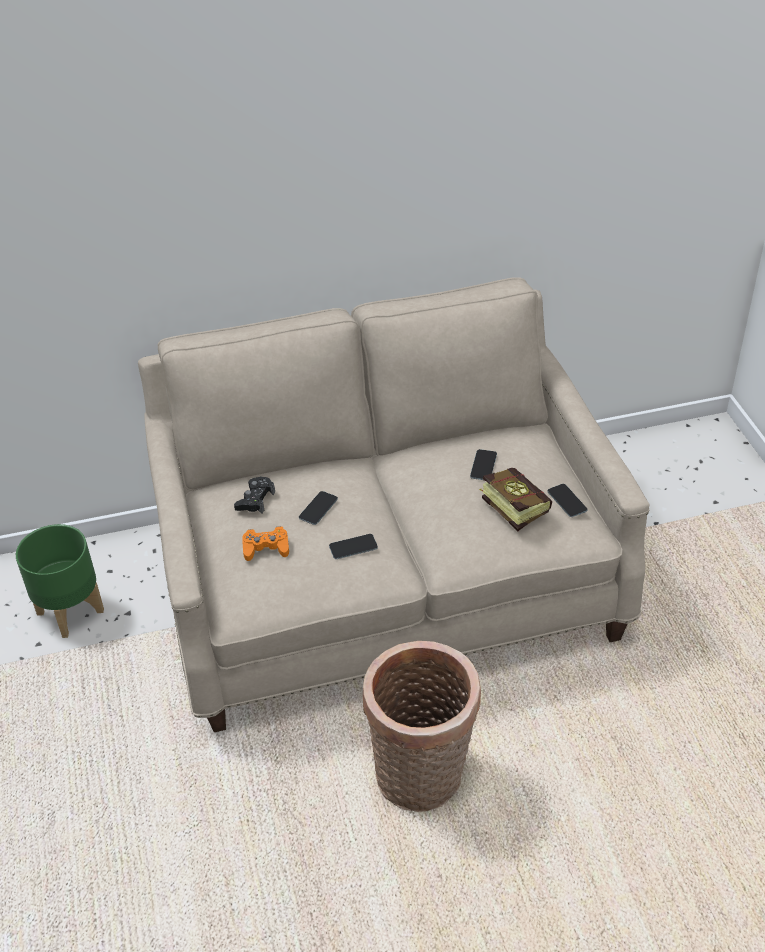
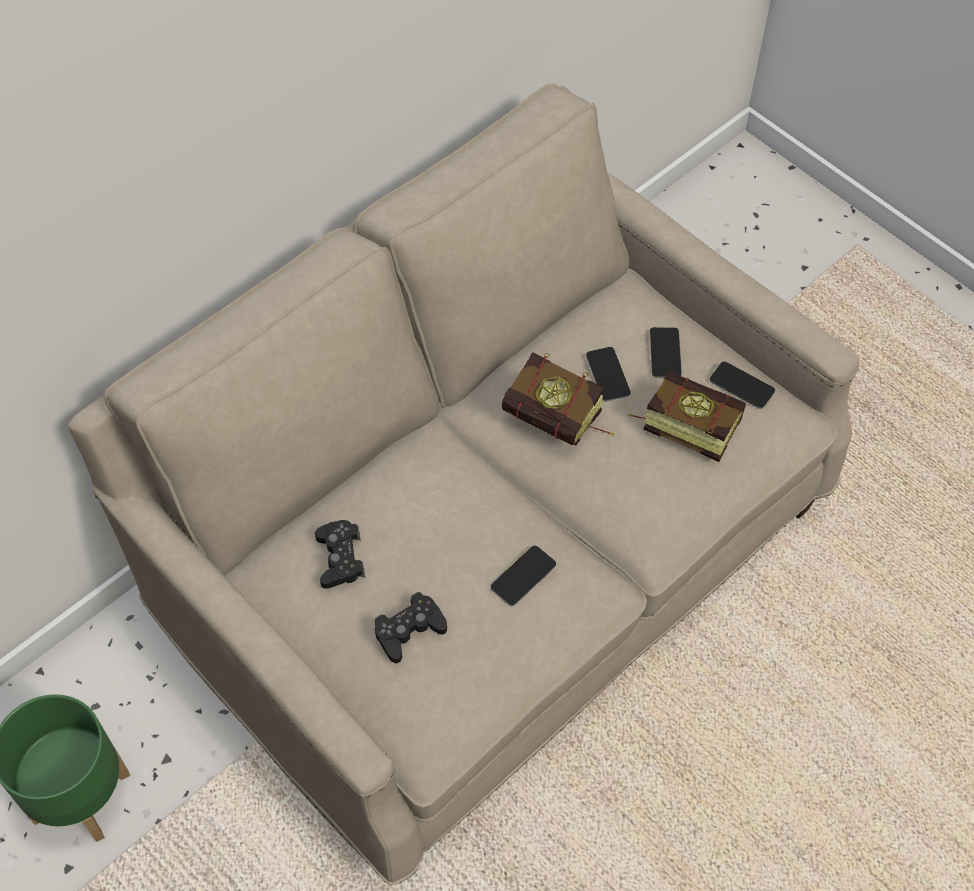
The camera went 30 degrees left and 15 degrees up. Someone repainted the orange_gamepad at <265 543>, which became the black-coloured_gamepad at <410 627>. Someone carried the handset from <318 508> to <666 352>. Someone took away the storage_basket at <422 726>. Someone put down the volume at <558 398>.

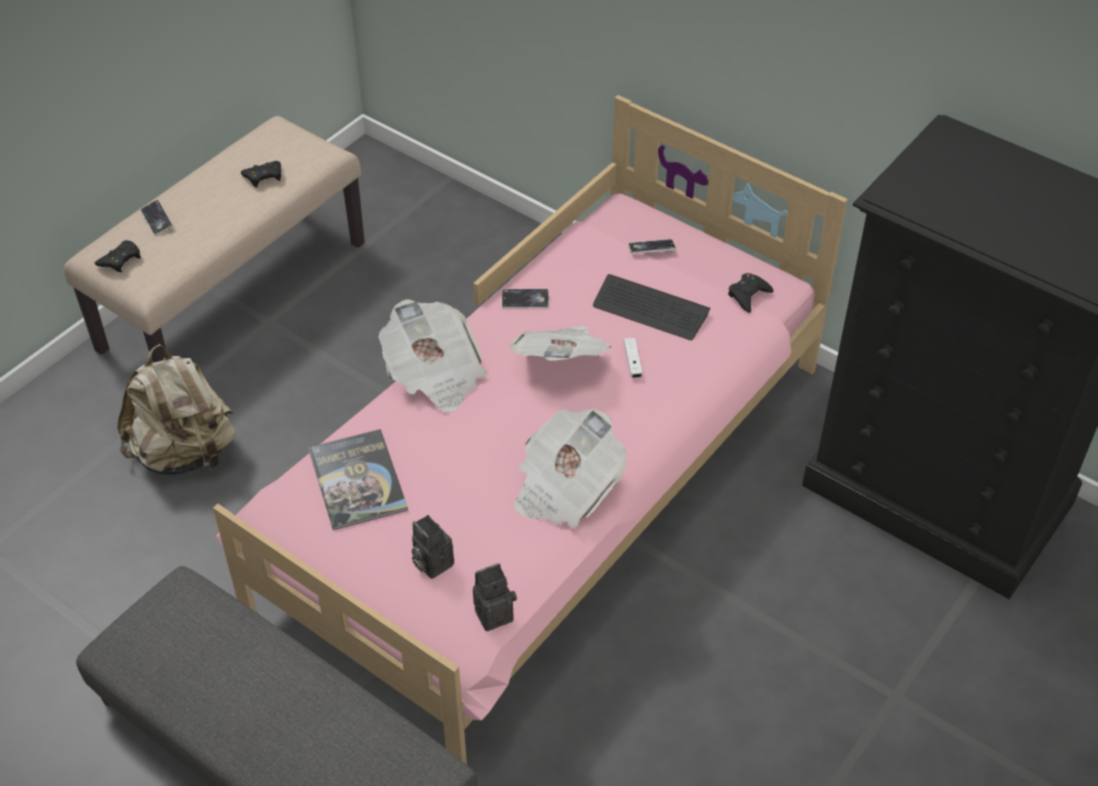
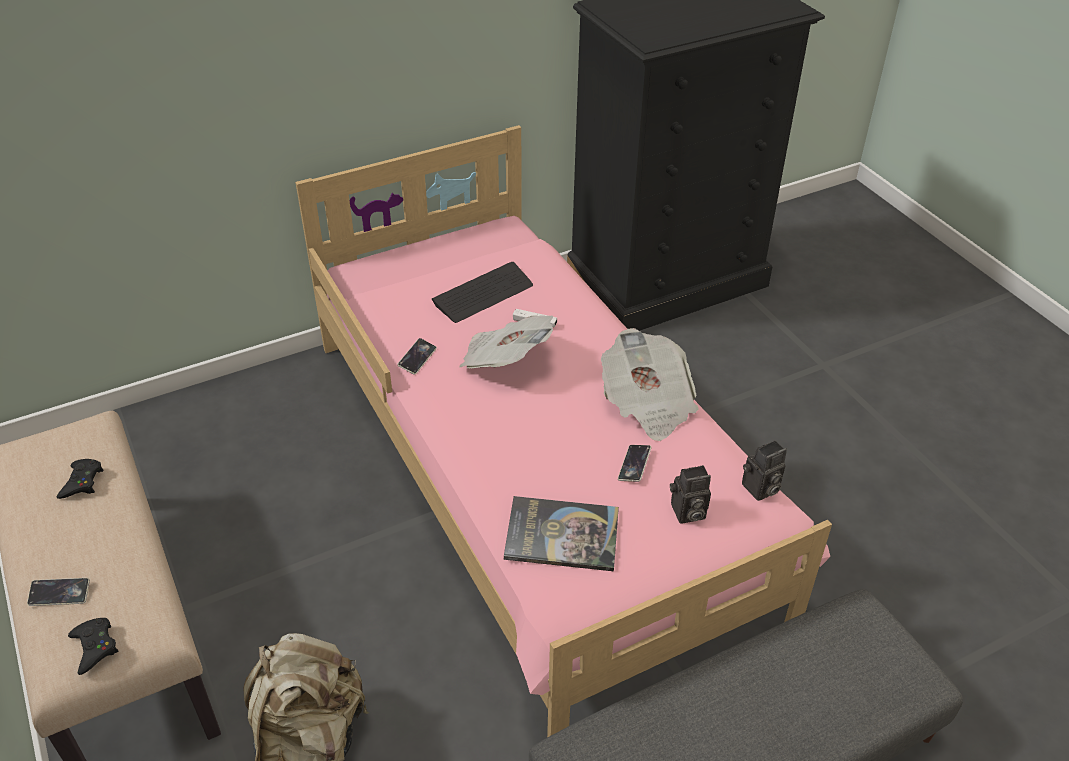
The camera went 65 degrees left and 5 degrees down. Someone took away the daily_paper at <432 356>. Someone rotated the still_camera at <495 597> by 120 degrees counterclockwise. Someone carried the handset from <652 246> to <634 463>. Someone took away the black-coloured_gamepad at <751 293>.

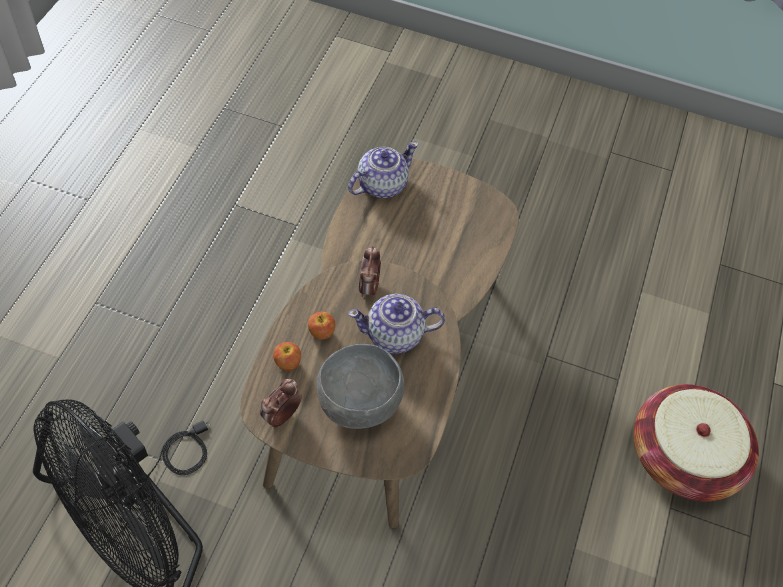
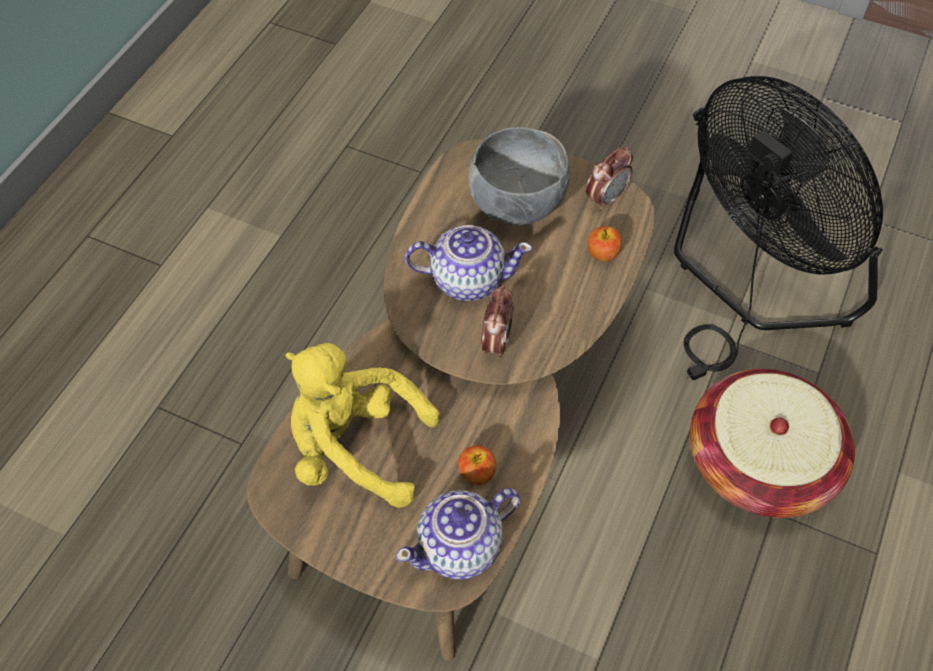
The camera went 170 degrees left and 0 degrees up. Someone carried the apple from <321 325> to <477 465>. Someone carried the storage_basket from <696 442> to <772 443>. Someone put down the yellow-coloured_soft_toy at <362 425>.

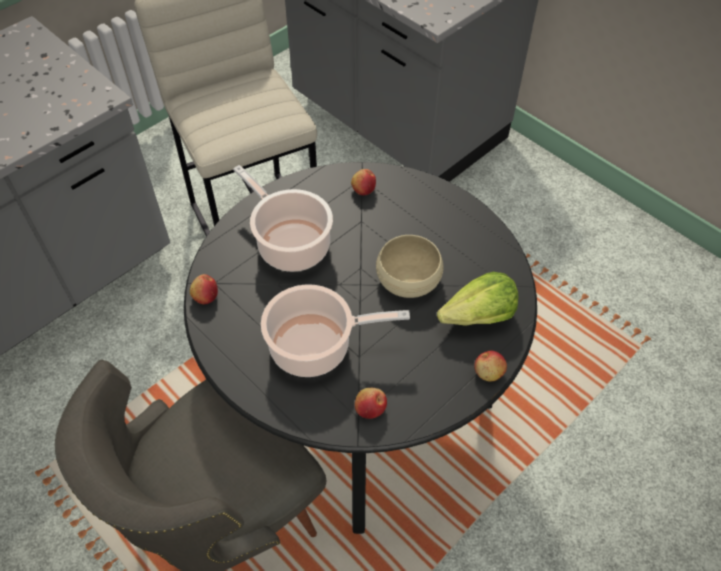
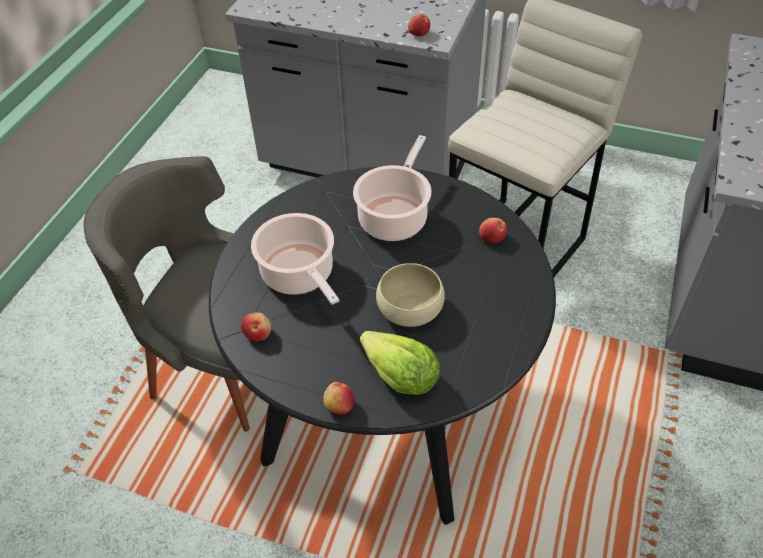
The camera went 65 degrees right and 5 degrees down. Someone carried the apple from <204 289> to <419 25>.

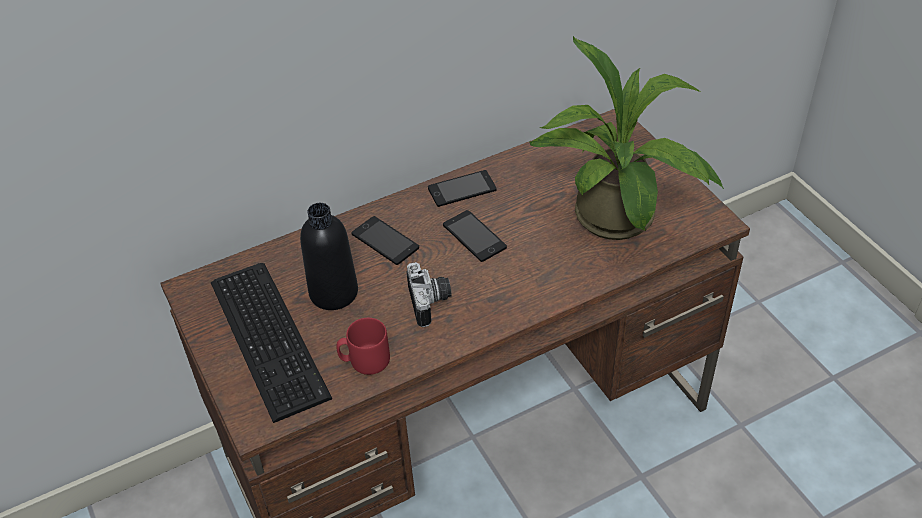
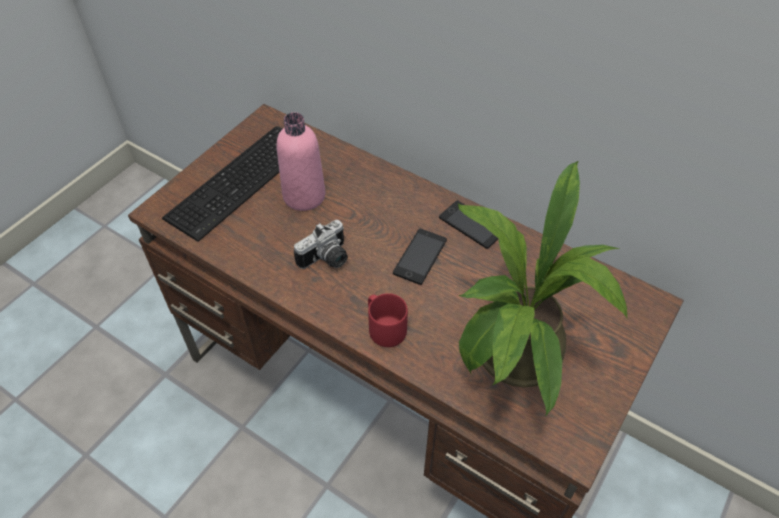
The camera went 60 degrees right and 5 degrees up. Someone repainted the black-coloured_beverage_bottle at <329 256>, which became the pink-coloured_beverage_bottle at <301 161>. Someone carried the red-coloured_tea_mug from <363 346> to <388 320>. Someone took away the handset at <385 240>.

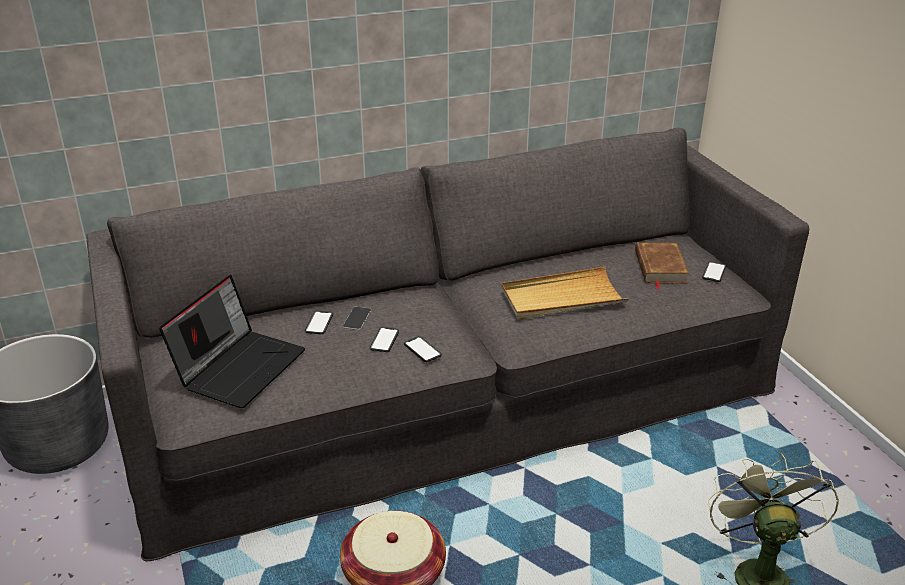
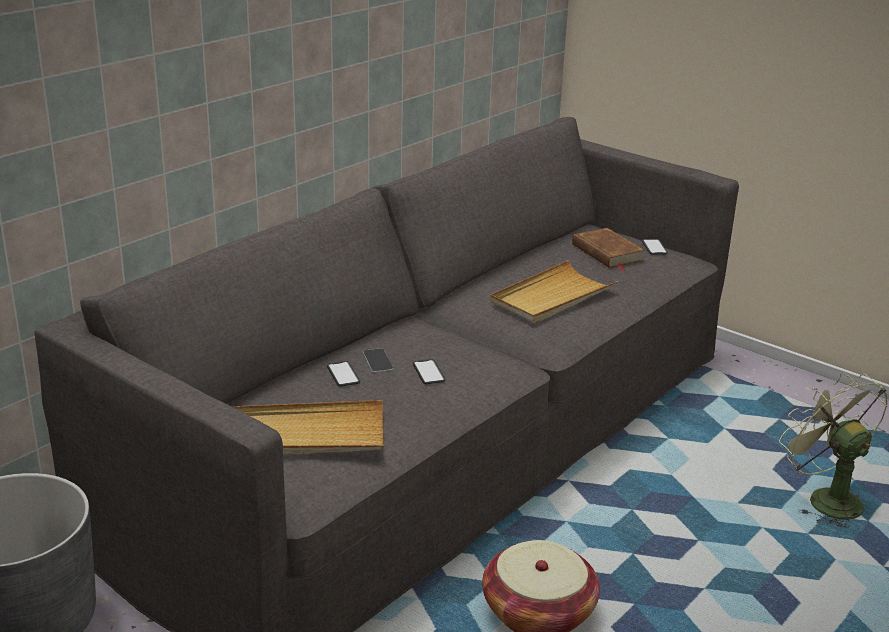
The camera went 30 degrees left and 5 degrees down. Someone swapped the portable_computer at <232 341> for the beige-coloured_serving_tray at <309 427>. Someone took away the handset at <423 349>.

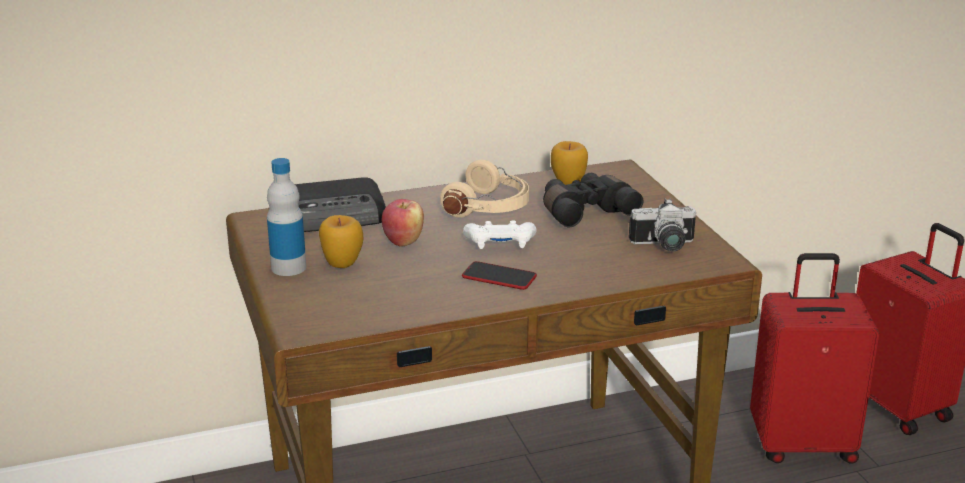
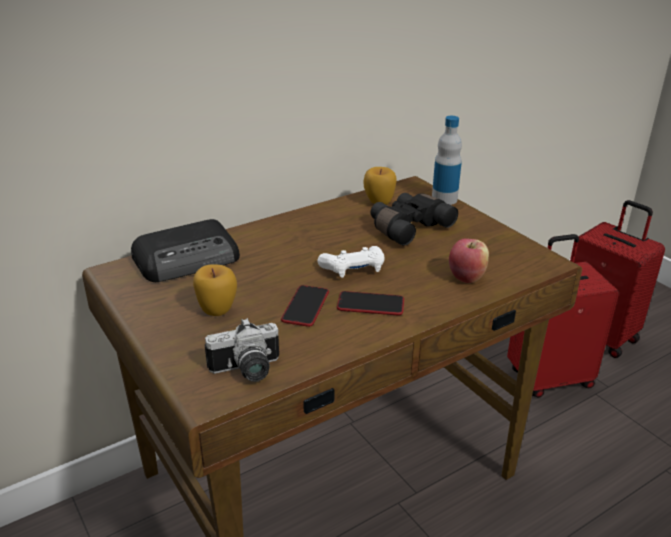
The camera went 15 degrees left and 5 degrees up. Someone carried the beverage_bottle from <286 217> to <447 160>. Someone carried the apple from <403 223> to <469 261>. Someone took away the beige-coloured_headphones at <484 189>. Someone carried the still_camera from <662 225> to <242 350>. Someone put down the handset at <305 306>.

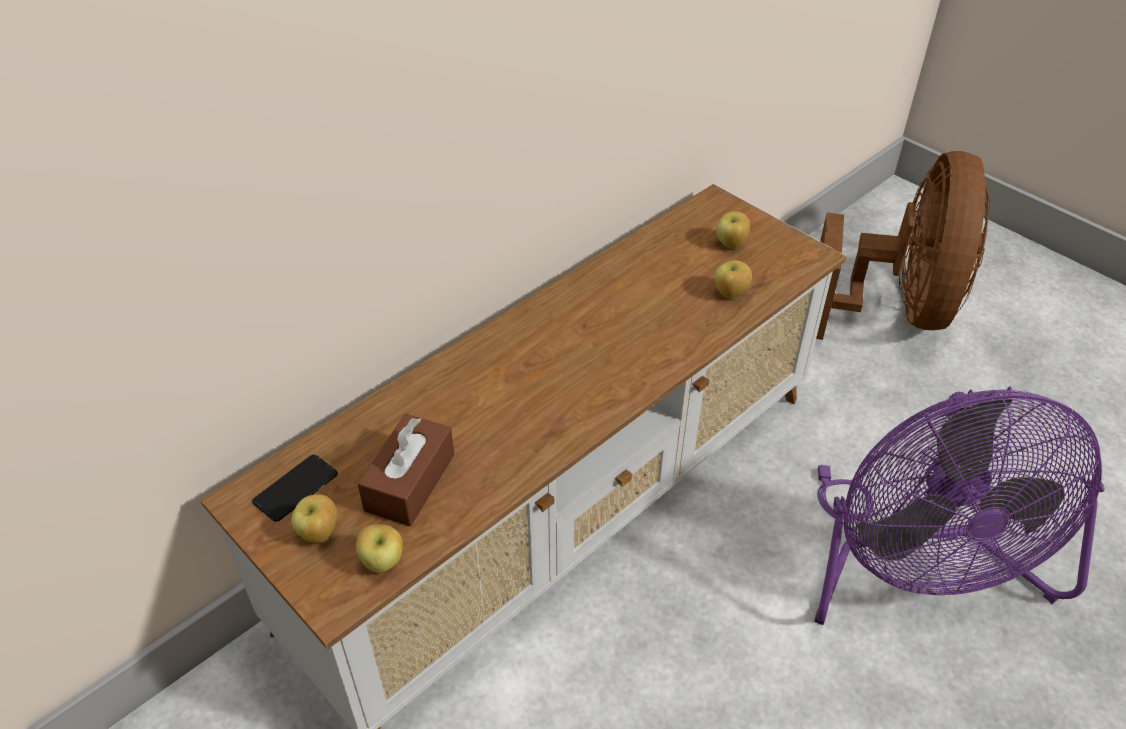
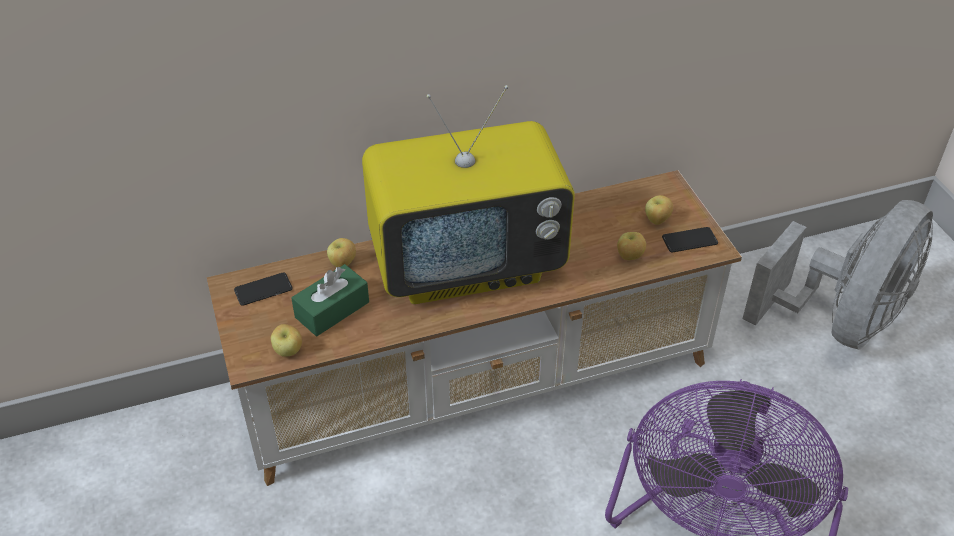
The camera went 25 degrees right and 0 degrees up. Someone carried the apple from <314 518> to <341 252>. Someone repainted the brown-coloured_box_of_tissues at <406 470>, which became the green_box_of_tissues at <330 300>. Someone repainted the brown-coloured_fan at <903 245>, which became the greyish_fan at <837 275>. Someone put down the TV_set at <468 194>. Someone put down the handset at <690 239>.

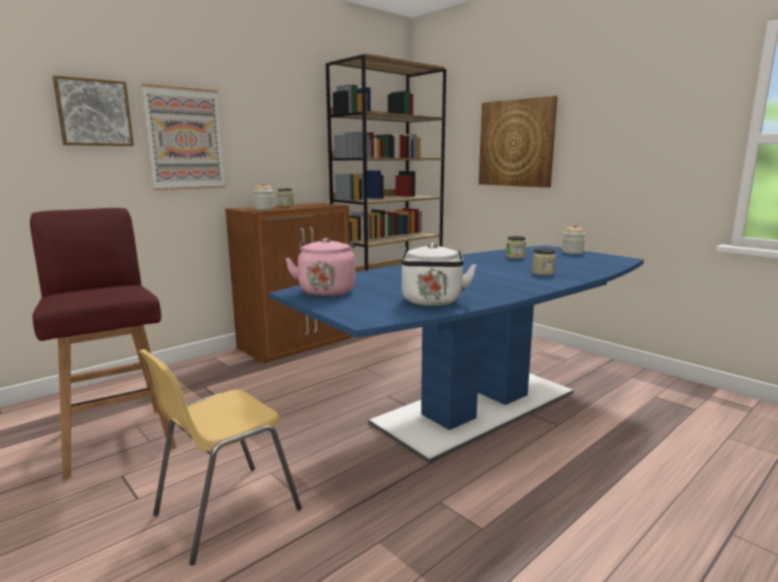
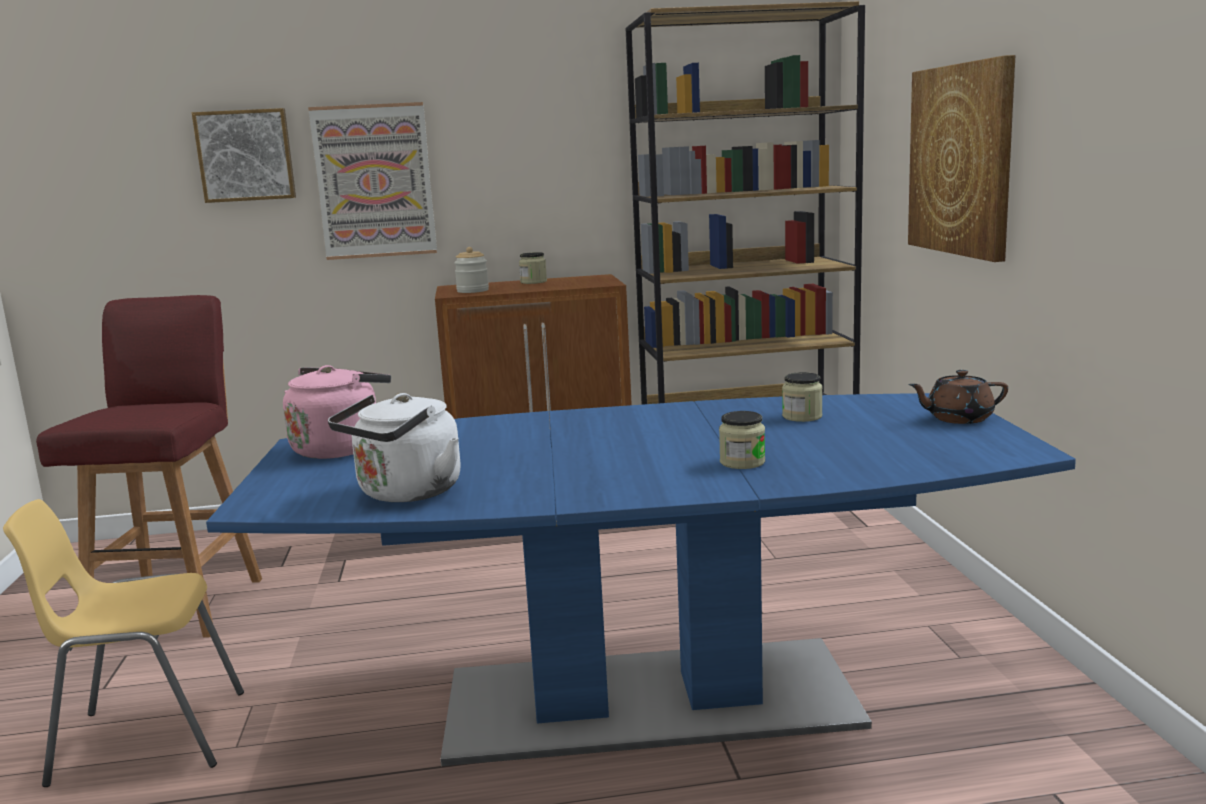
The camera went 35 degrees right and 0 degrees up. Someone swapped the preserve_jar at <574 239> for the brown-coloured_teapot at <958 397>.

